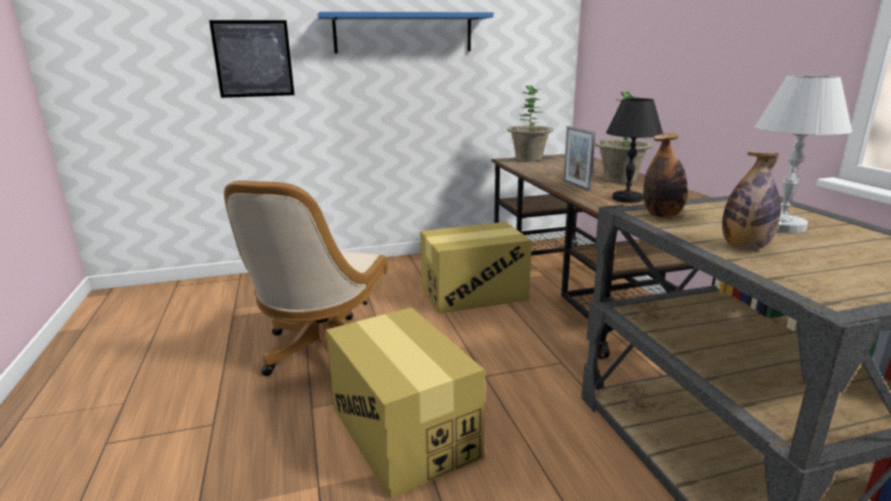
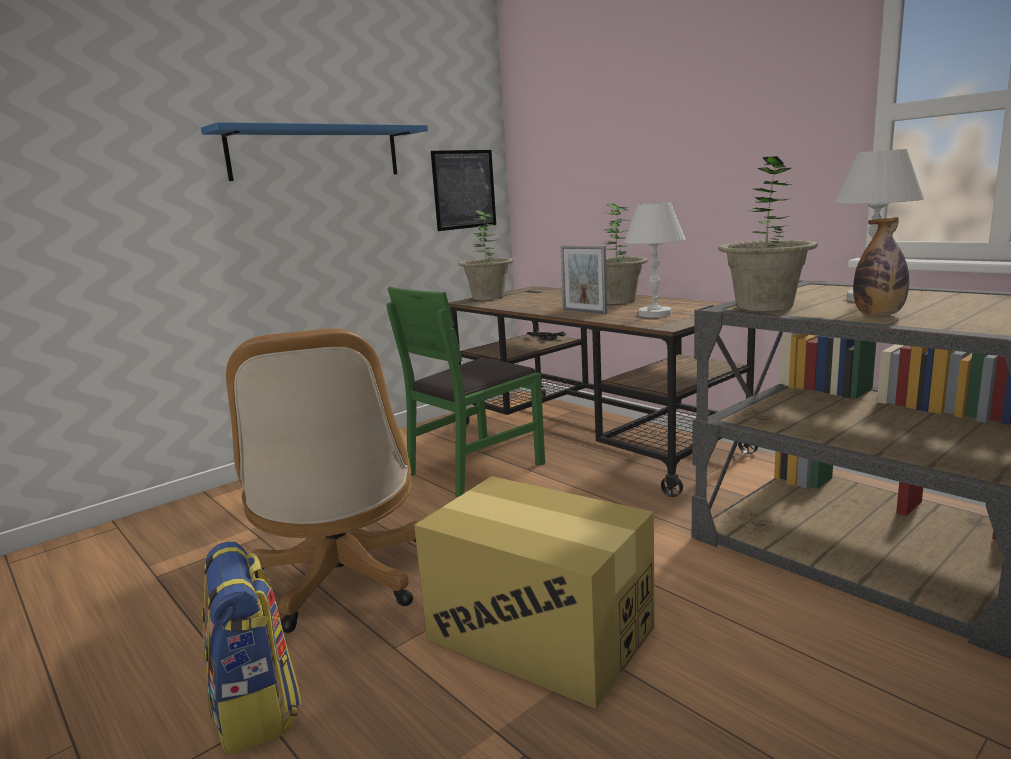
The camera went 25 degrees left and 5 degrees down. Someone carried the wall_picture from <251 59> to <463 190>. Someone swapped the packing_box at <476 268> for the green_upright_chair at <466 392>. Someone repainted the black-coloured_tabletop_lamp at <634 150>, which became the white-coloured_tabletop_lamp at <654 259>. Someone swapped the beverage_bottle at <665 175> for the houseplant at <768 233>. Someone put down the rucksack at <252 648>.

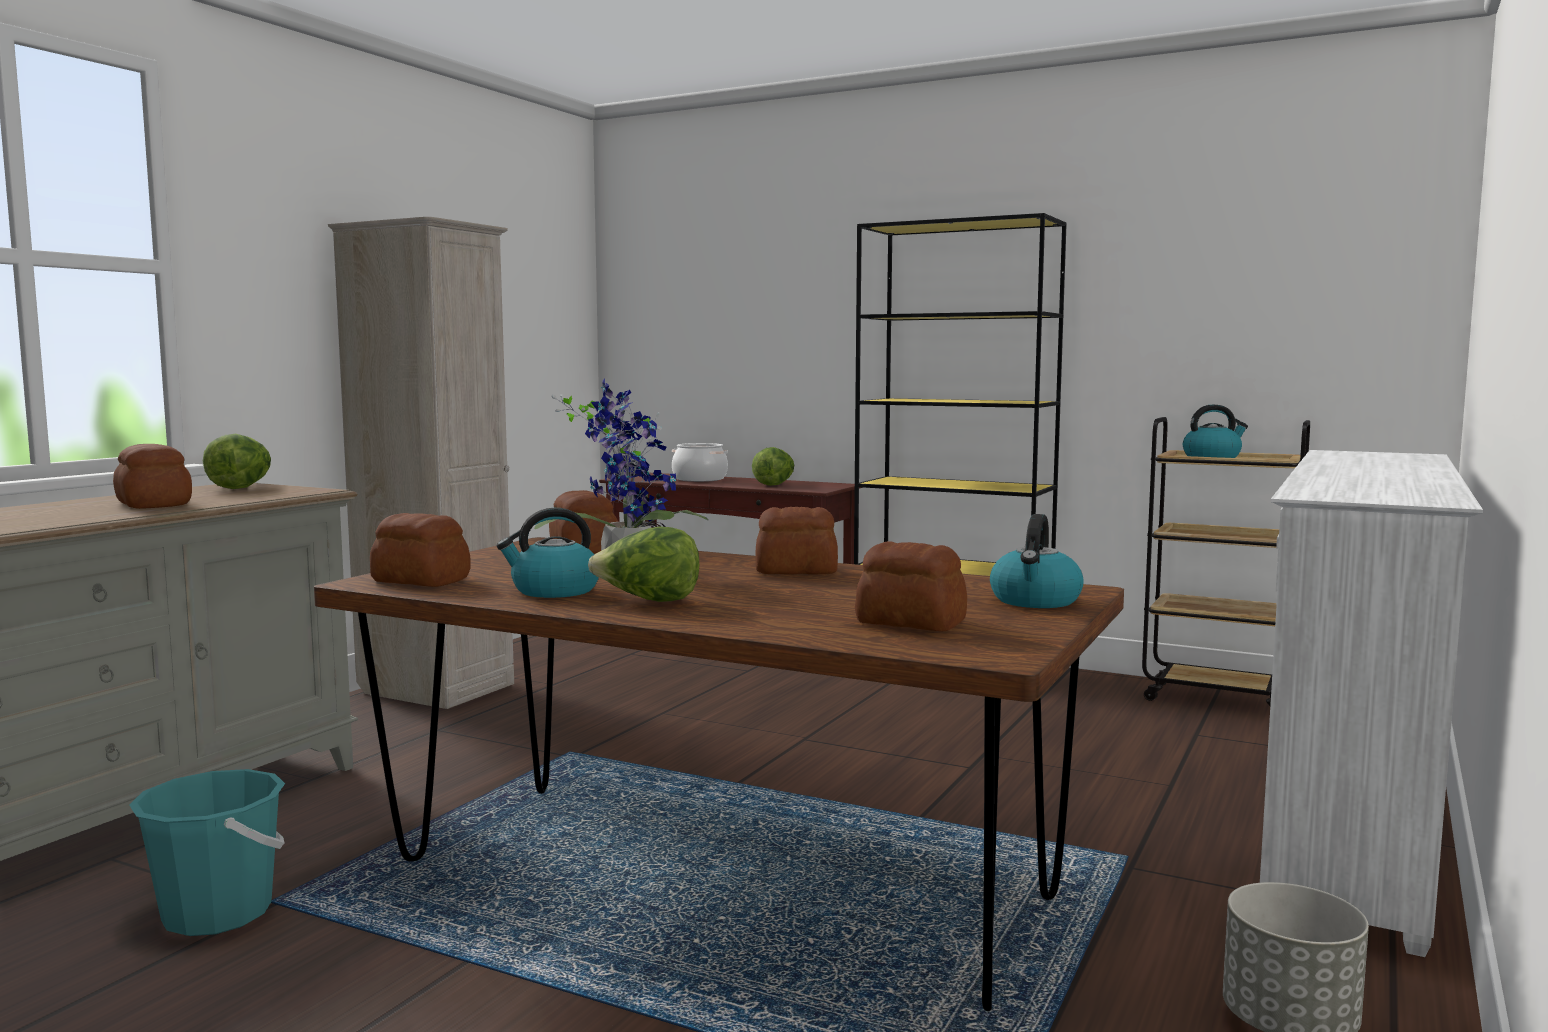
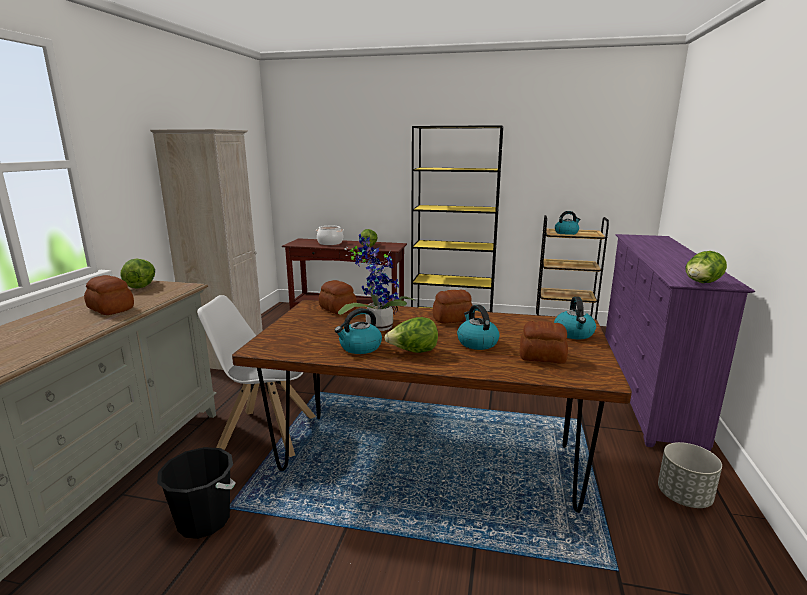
The camera went 15 degrees left and 10 degrees up. Someone repainted the turquoise_bucket at <207 852>, which became the black-coloured_bucket at <196 493>. Someone took away the bakery_bread at <420 550>. Someone repainted the white-coloured_drawer_chest at <1371 703>, which became the purplish_drawer_chest at <680 342>. Someone put down the upright_chair at <256 376>. Someone put down the water_kettle at <478 327>. Someone put down the lettuce at <706 267>.

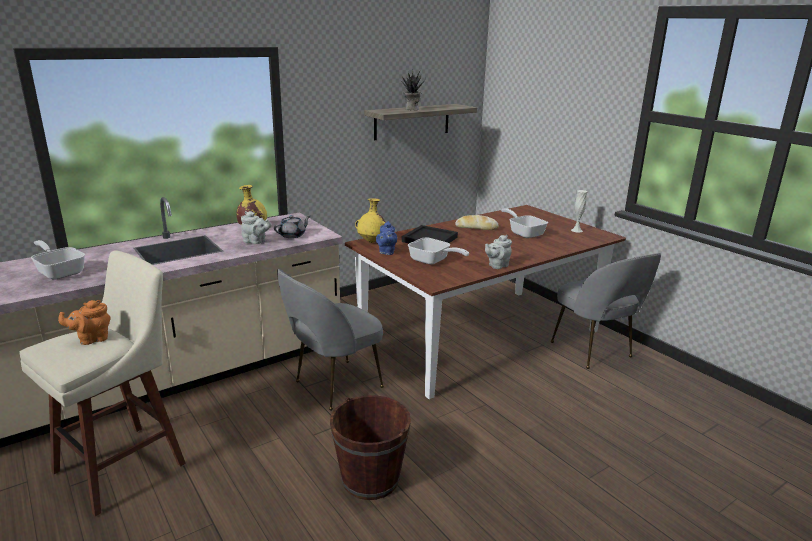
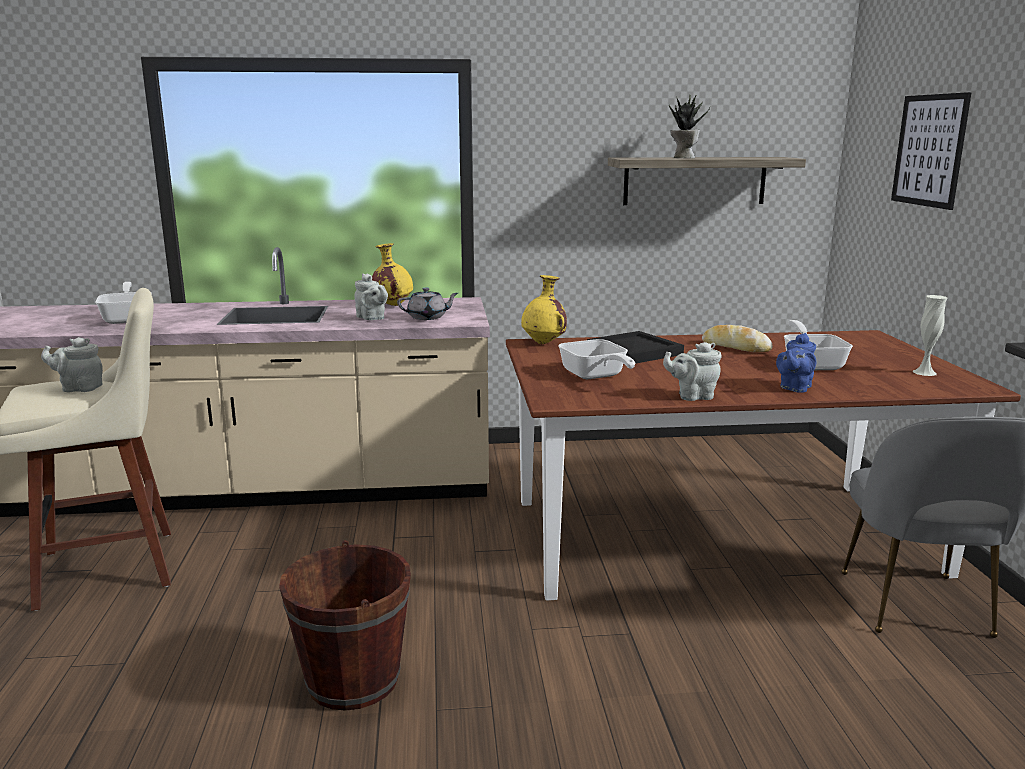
The camera went 30 degrees right and 5 degrees down. Someone repainted the orange_teapot at <84 322>, which became the greyish_teapot at <72 364>. Someone took away the greyish_upright_chair at <330 340>. Someone carried the blue-coloured_teapot from <386 238> to <796 363>. Someone put up the wall_picture at <931 151>.

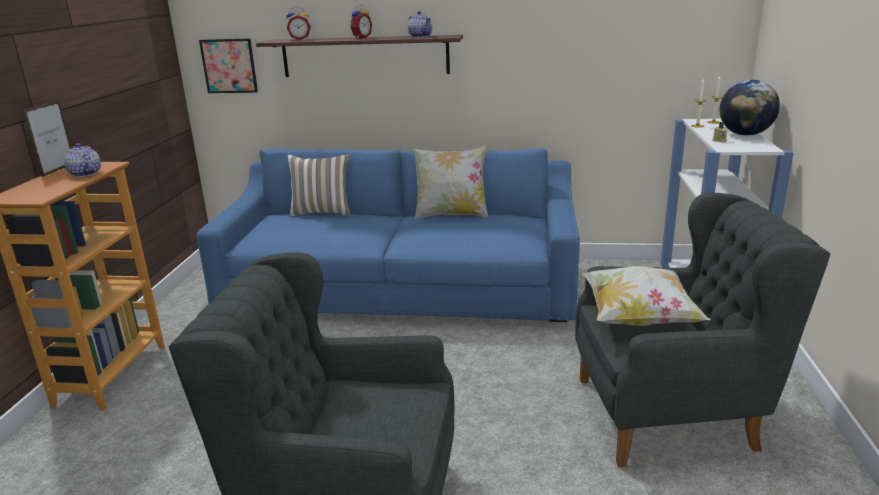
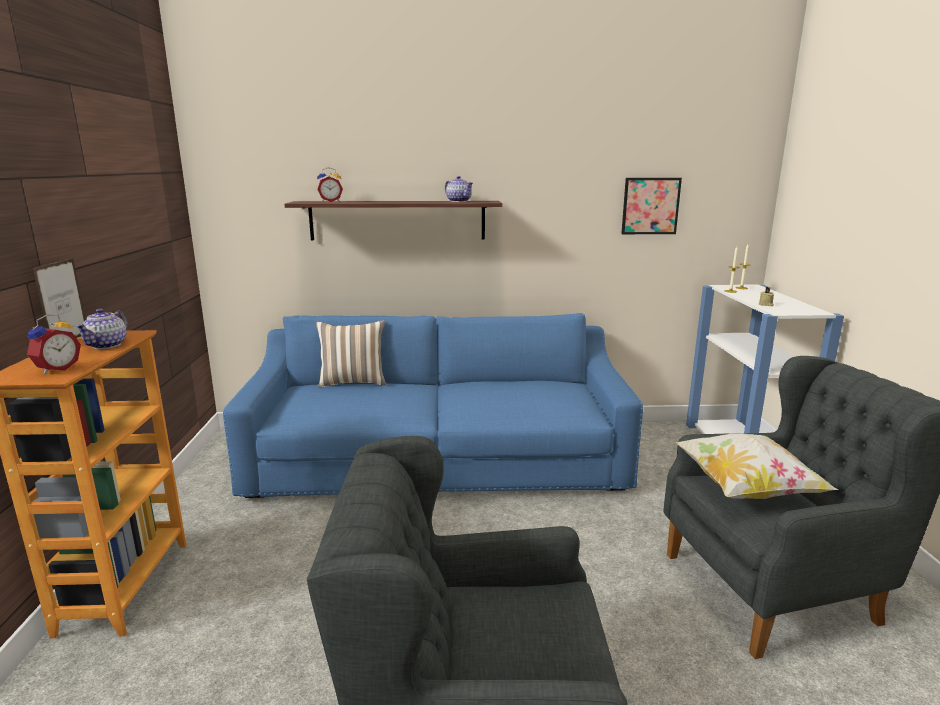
The camera went 10 degrees left and 5 degrees down. Someone rotated the teapot at <82 160> by 120 degrees counterclockwise. Someone carried the wall_picture from <228 65> to <651 206>. Someone carried the bedside_clock from <361 22> to <54 344>. Someone took away the cushion at <450 182>. Someone took away the desk_globe at <750 107>.

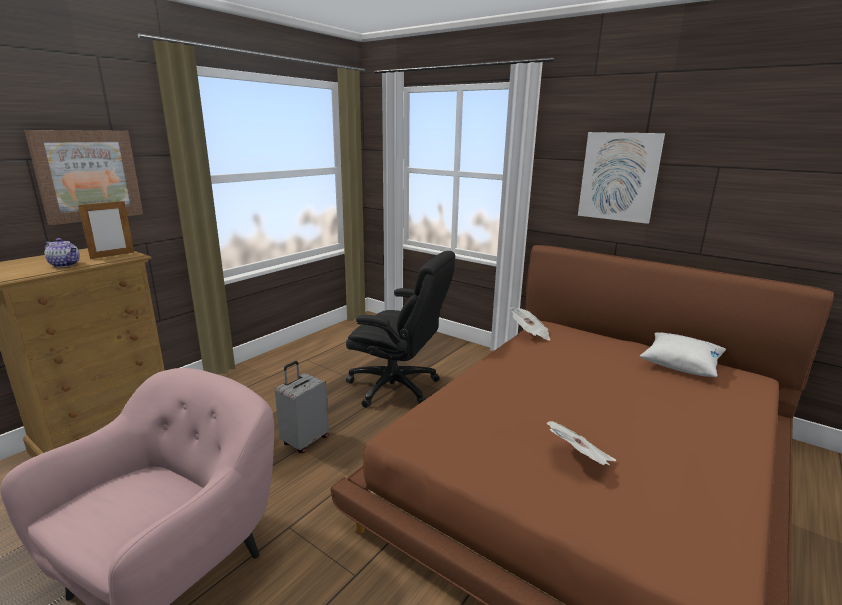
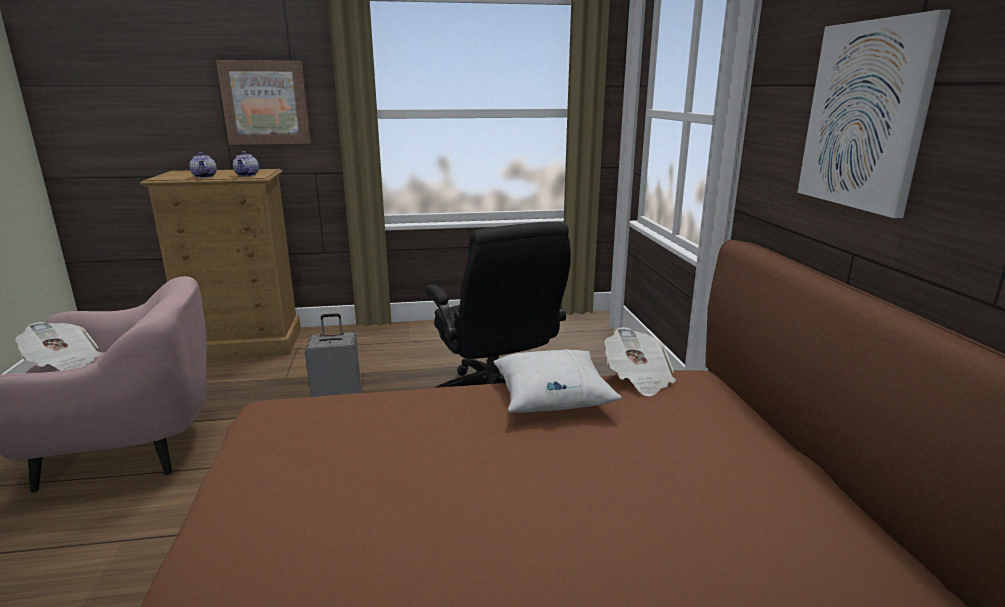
The camera went 45 degrees right and 0 degrees up. Someone swapped the picture_frame at <106 229> for the teapot at <246 163>. Someone carried the daily_paper from <582 443> to <58 346>. Someone carried the greyish_cushion from <683 355> to <558 381>.

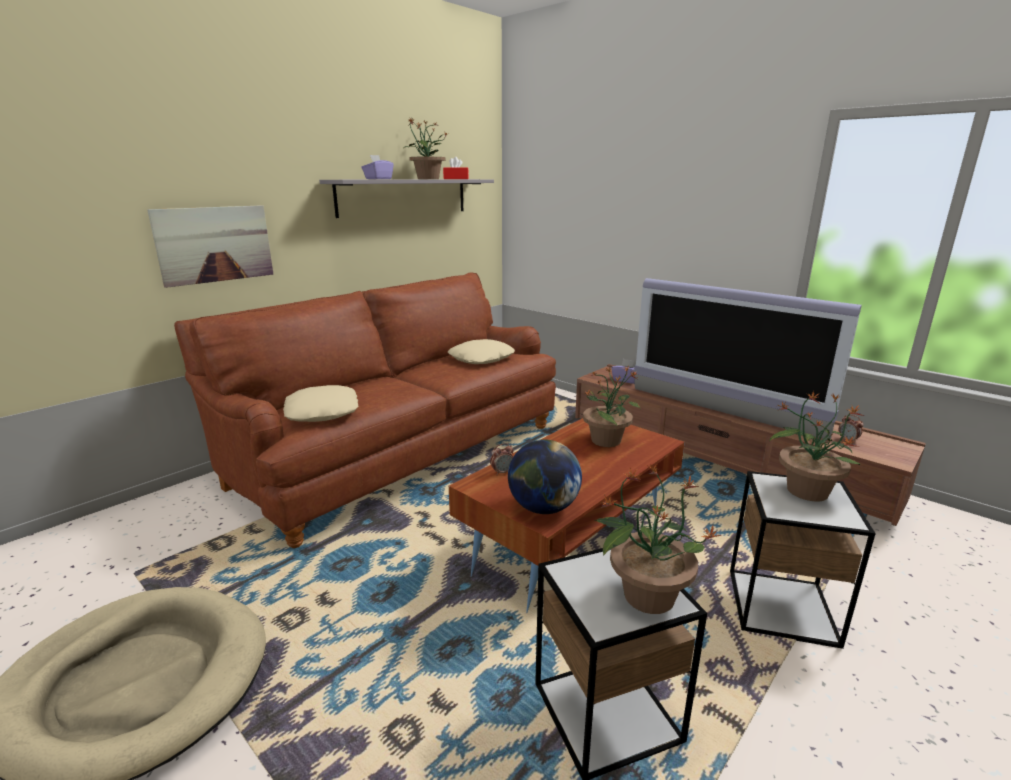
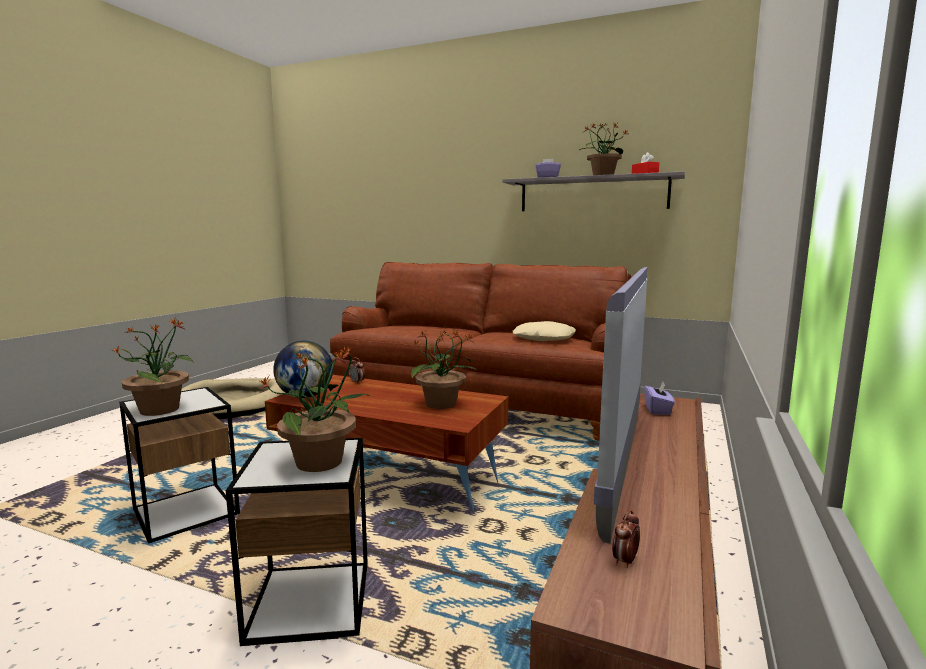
The camera went 70 degrees right and 10 degrees down. Someone took away the wall_picture at <210 246>. Someone took away the beige-coloured_cushion at <320 403>.

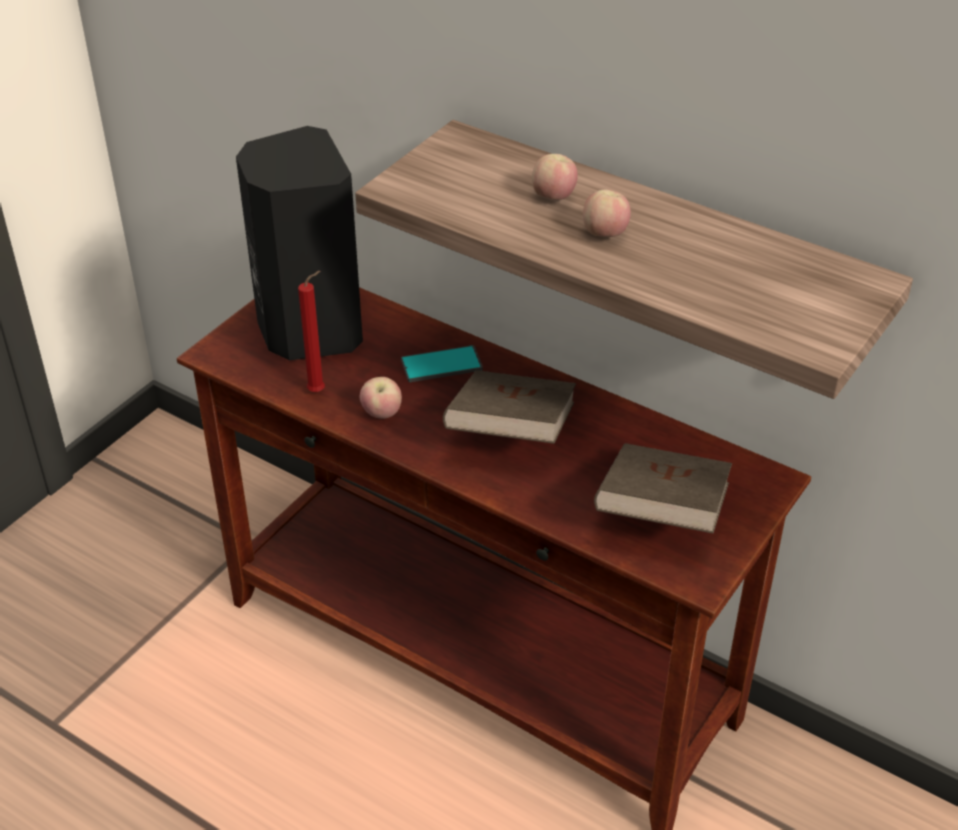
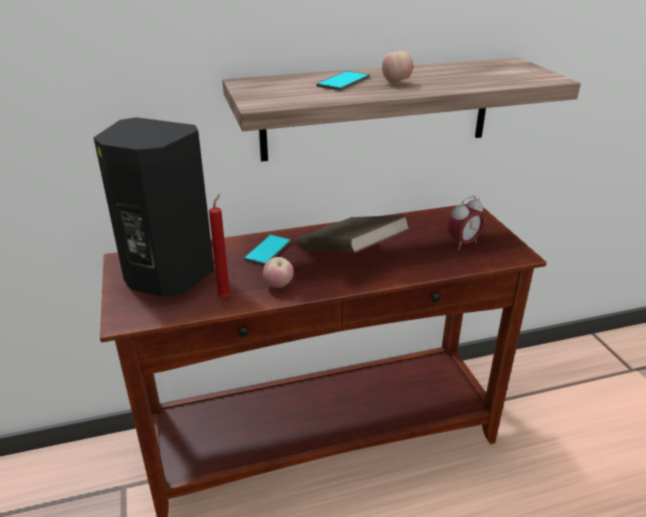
The camera went 50 degrees left and 10 degrees down. Someone swapped the apple at <555 177> for the handset at <343 81>. Someone swapped the brown-coloured_volume at <663 488> for the bedside_clock at <465 223>.

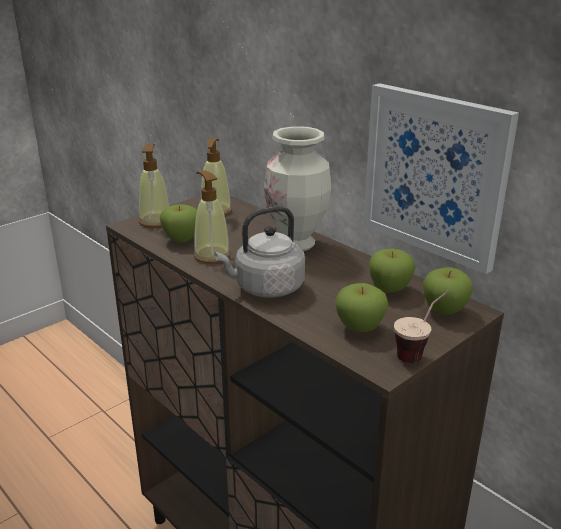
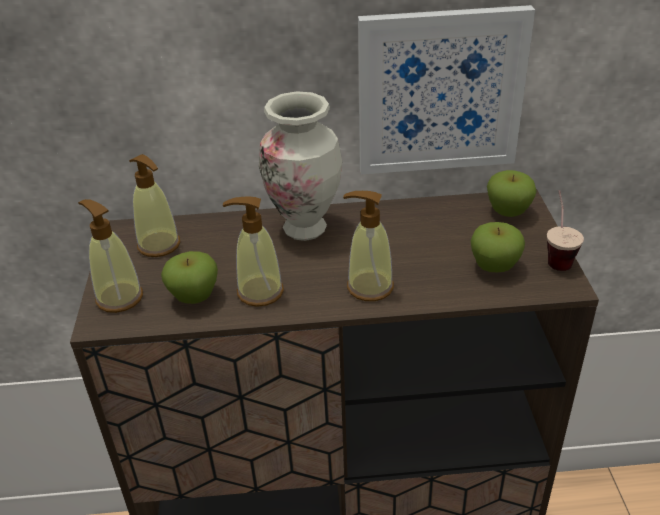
The camera went 50 degrees left and 10 degrees up. Someone swapped the greyish_water_kettle at <259 252> for the soap_dispenser at <368 246>. Someone took away the apple at <392 271>.

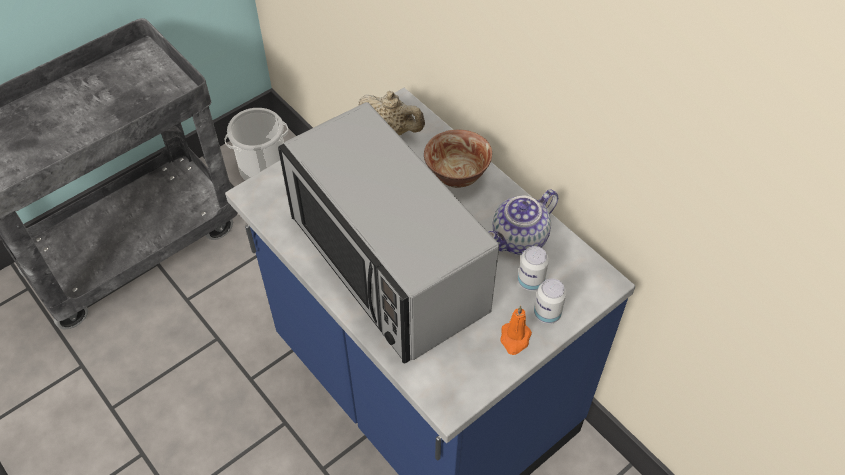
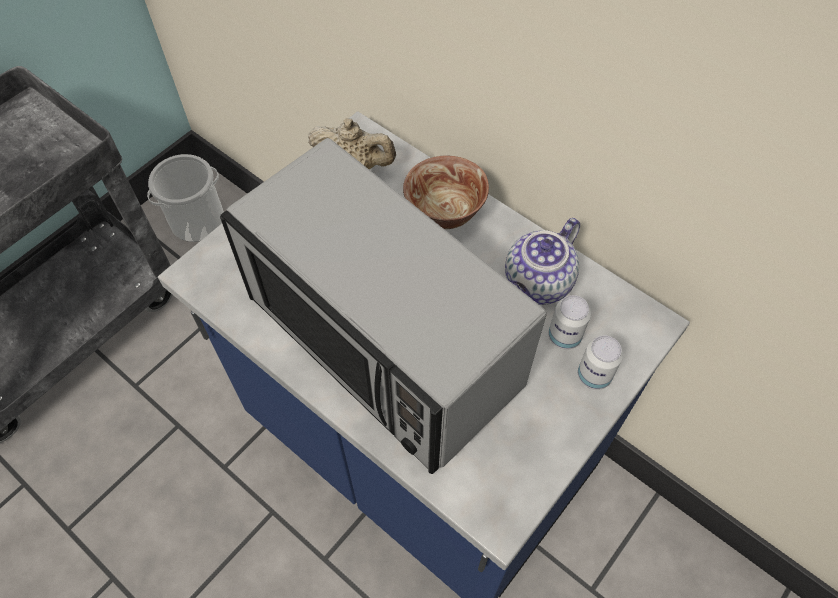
The camera went 10 degrees left and 5 degrees up. Someone took away the orange_candle at <516 330>.

